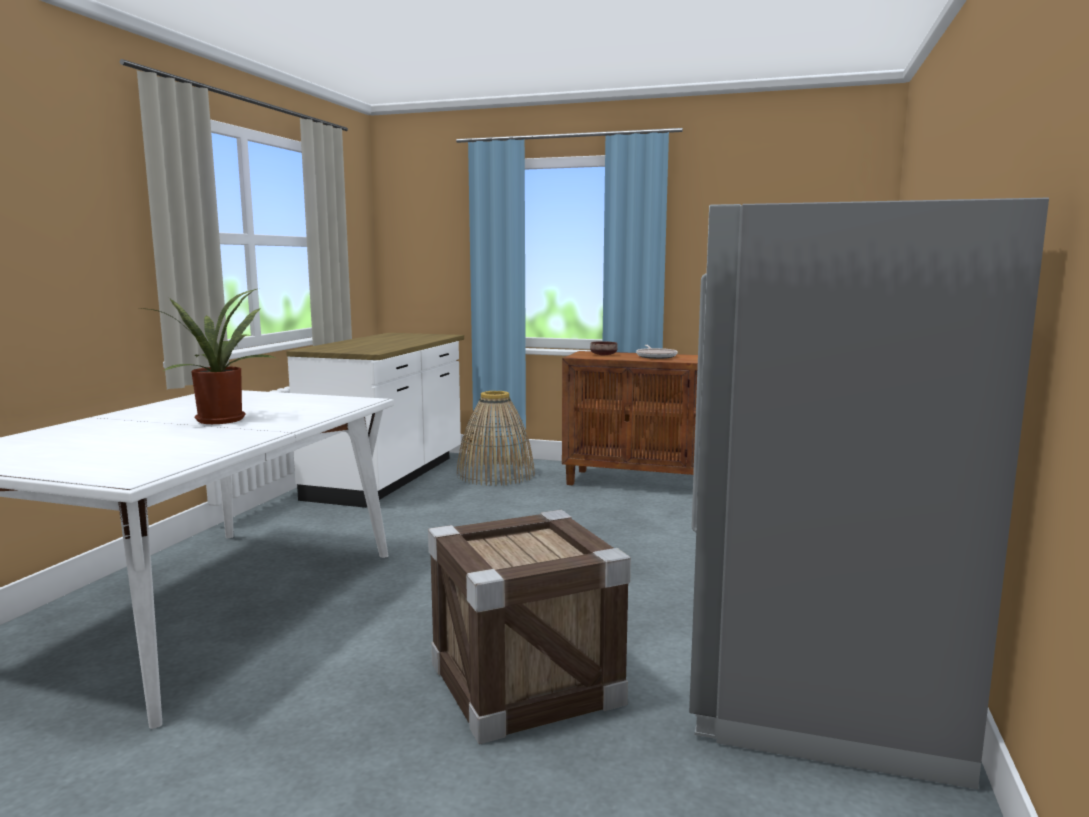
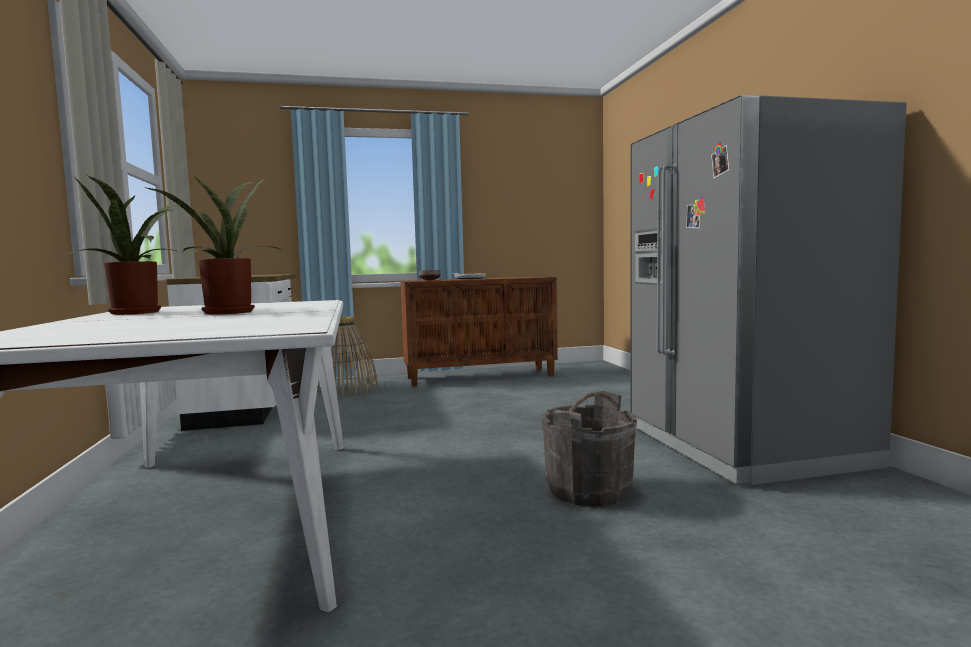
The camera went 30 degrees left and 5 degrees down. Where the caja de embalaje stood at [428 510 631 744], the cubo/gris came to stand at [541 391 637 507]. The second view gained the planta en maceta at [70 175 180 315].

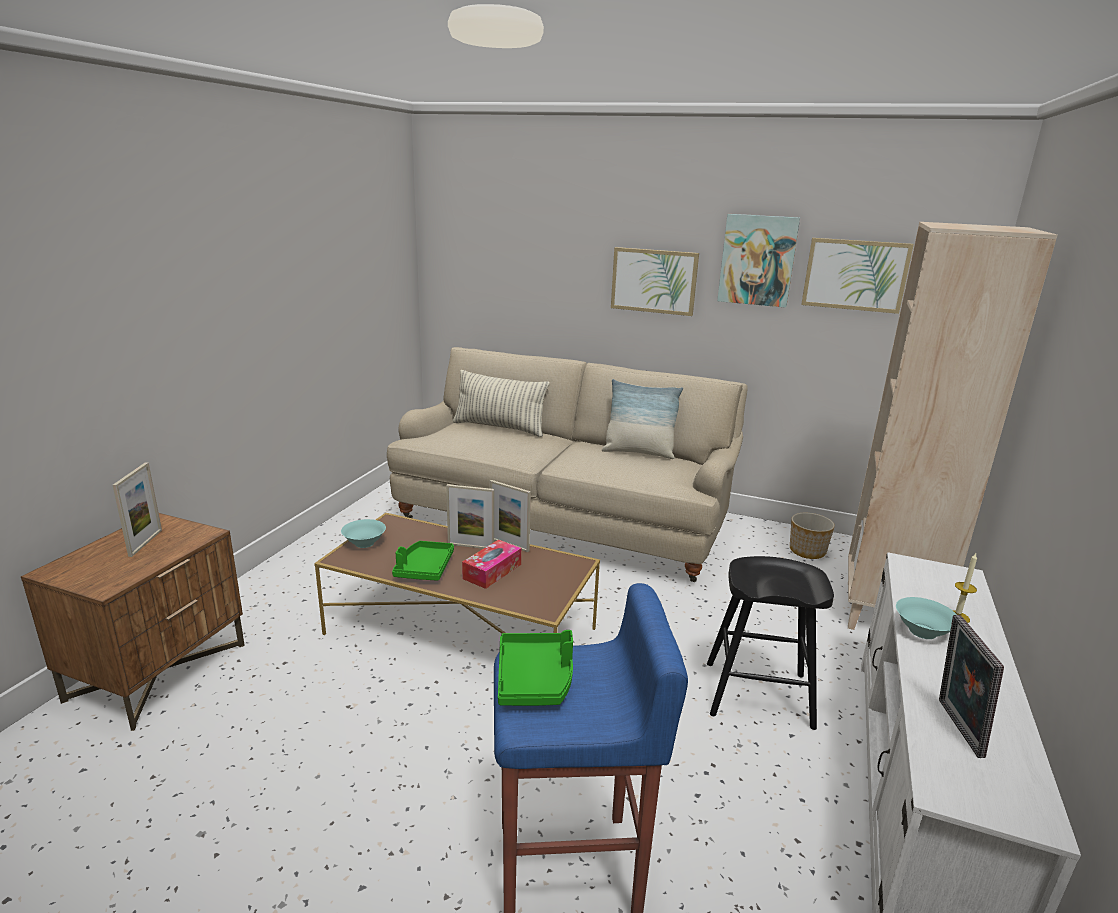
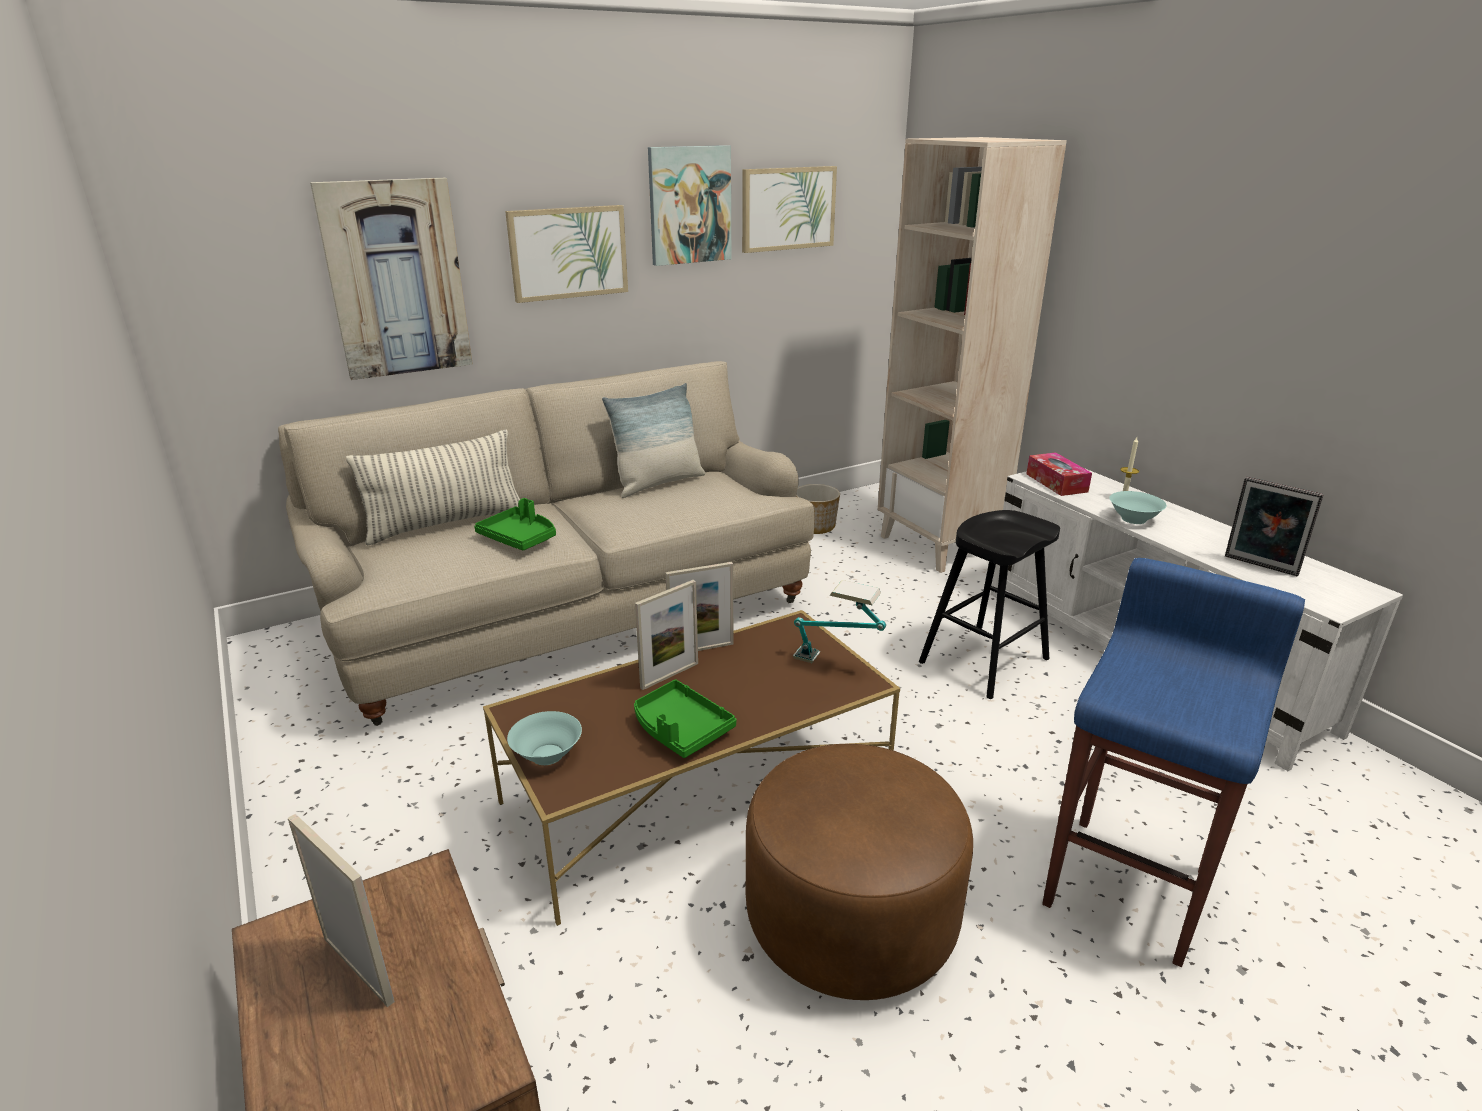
The camera went 50 degrees left and 5 degrees up. The caja de pañuelos ended up elsewhere, having gone from [462 540 521 589] to [1026 452 1092 496]. The bandeja/verde ended up elsewhere, having gone from [498 630 573 706] to [474 498 556 550]. The second view gained the cuadro at [310 178 473 380]. The second view gained the lámpara de mesa at [793 580 886 663]. The second view gained the puf/marrón at [746 744 973 1000].

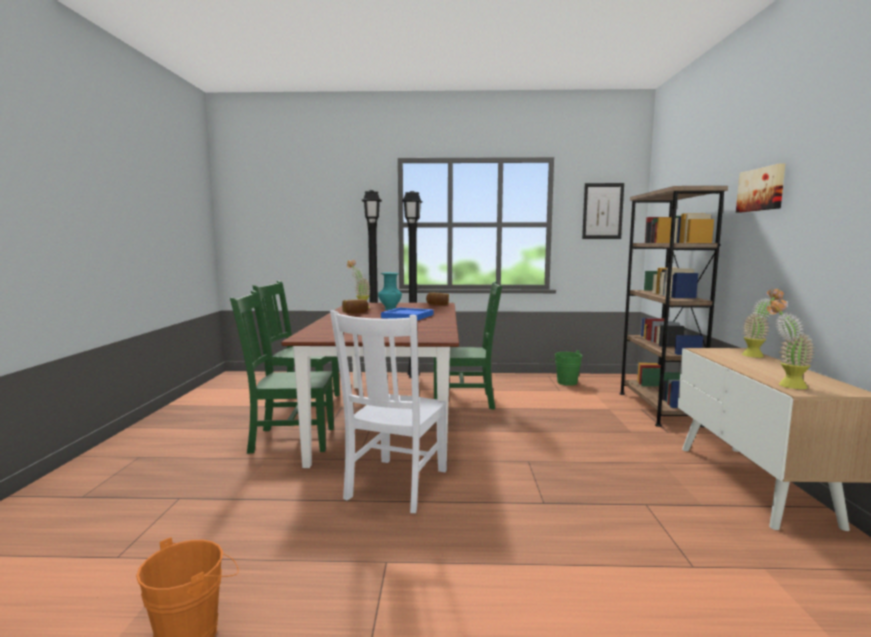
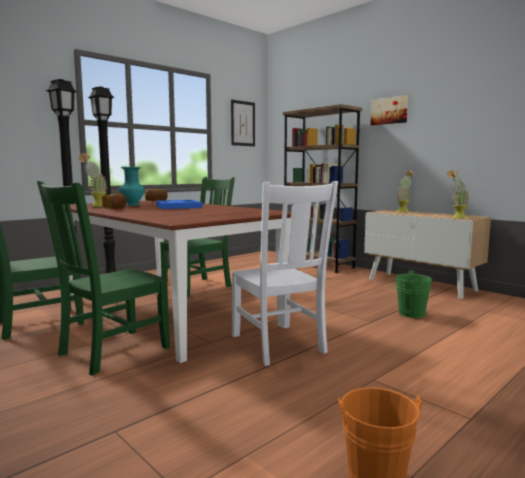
The camera went 45 degrees left and 0 degrees up. The cubo/verde ended up elsewhere, having gone from [550 350 582 386] to [389 271 432 318].

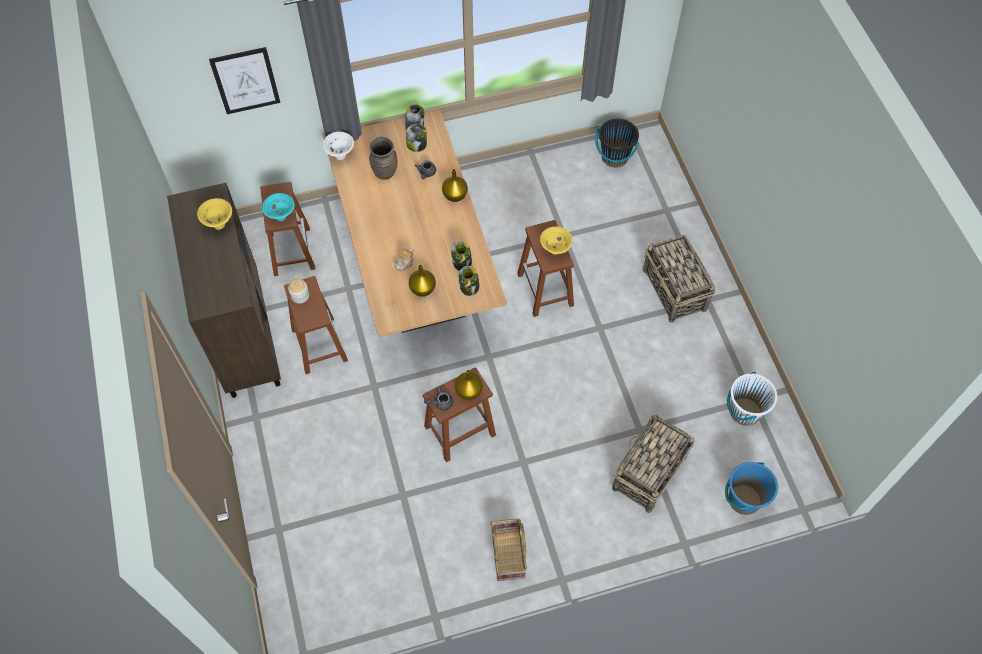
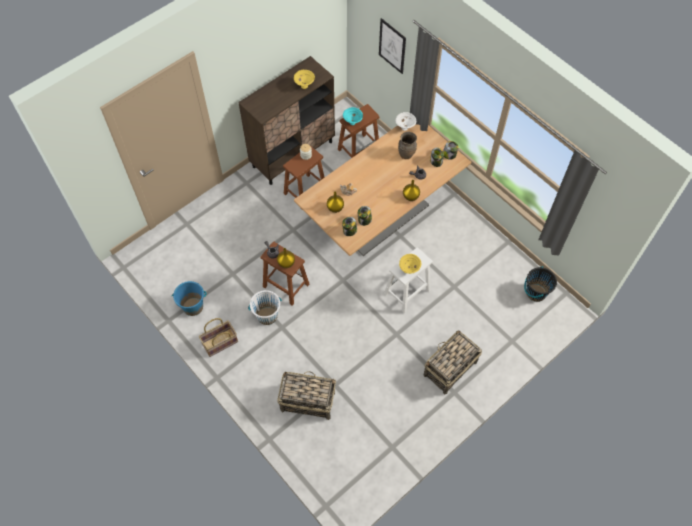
The camera went 65 degrees right and 0 degrees up. What was the taburete/marrón at [517 220 574 317] turned into the taburete/blanco at [384 247 433 313]. The cubo/blanco ended up elsewhere, having gone from [727 372 777 426] to [248 290 282 325]. The cubo/azul ended up elsewhere, having gone from [725 462 778 515] to [172 281 207 316].

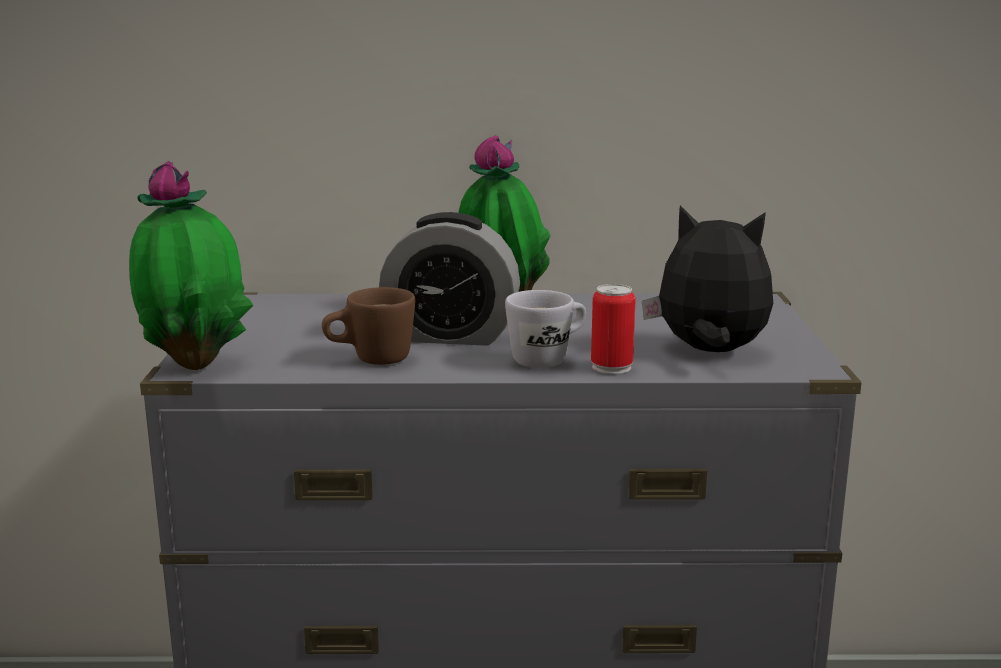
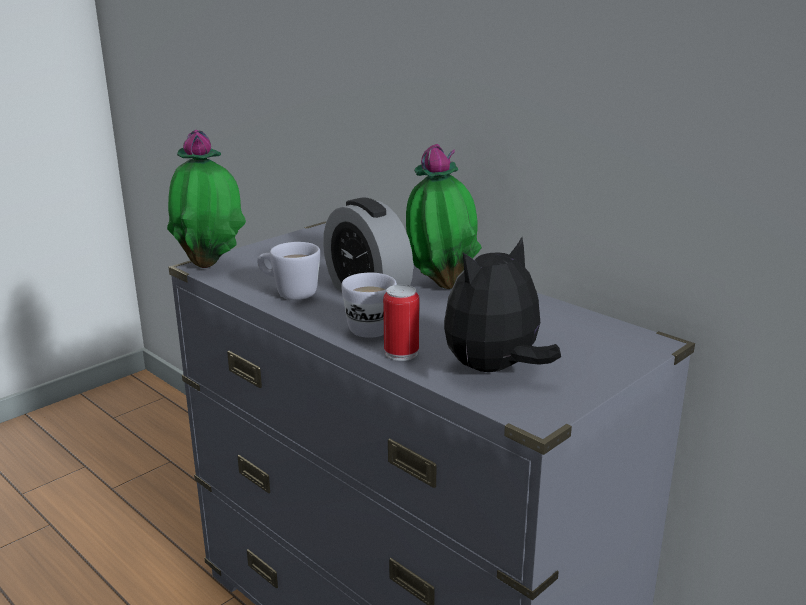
The camera went 45 degrees right and 5 degrees up. The peluche at [642 205 773 352] ended up facing another way, 105 degrees counterclockwise from before. What was the taza grande/marrón at [322 287 415 365] turned into the taza grande/blanco at [257 242 320 300].

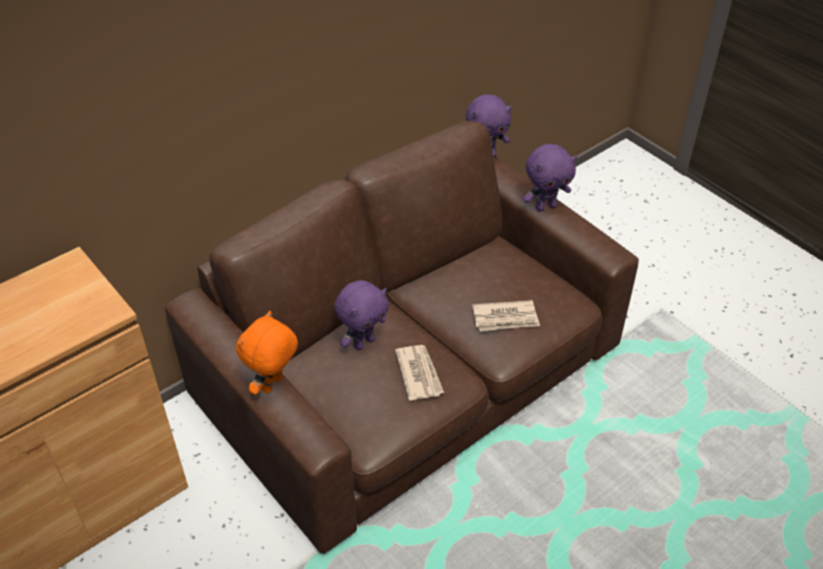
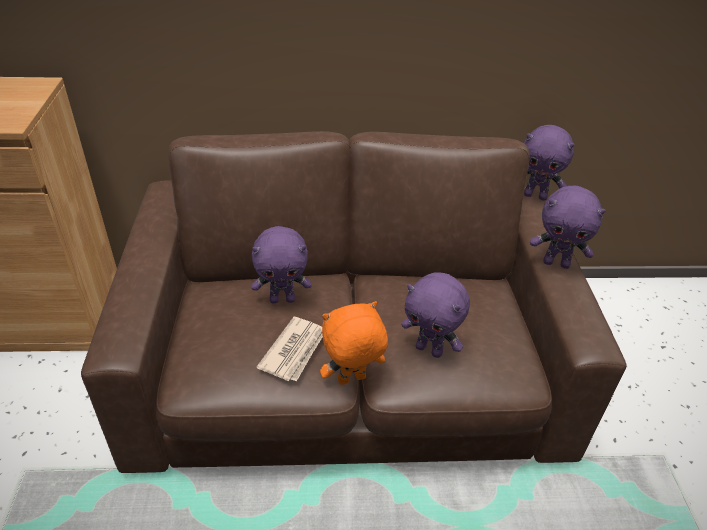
The camera went 35 degrees right and 5 degrees down. Where the periódico stood at [472 300 540 331], the peluche/morado came to stand at [401 272 470 358]. The peluche/naranja ended up elsewhere, having gone from [236 311 298 395] to [320 301 388 385].

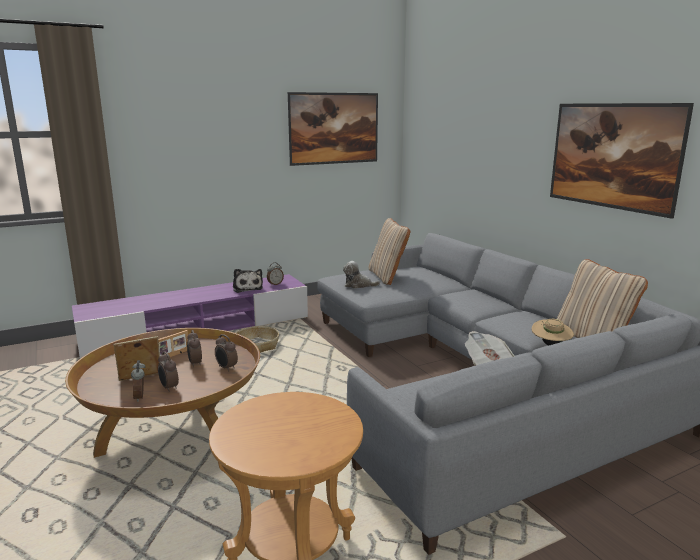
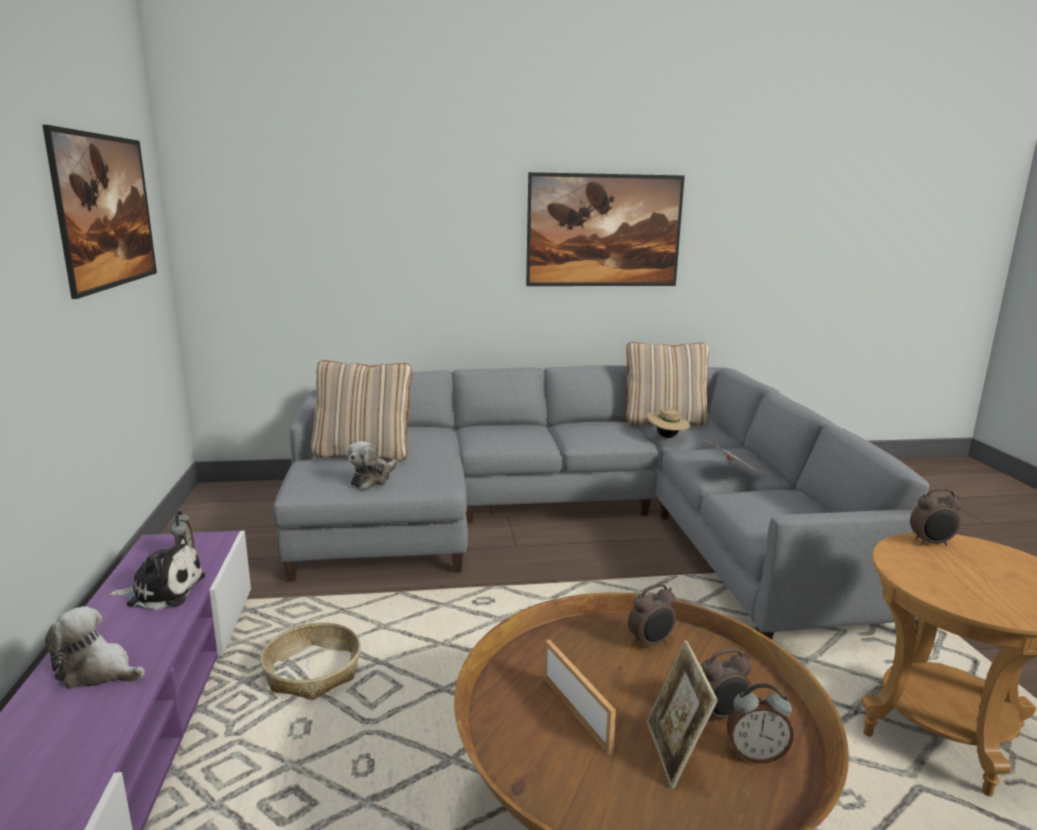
The camera went 70 degrees left and 0 degrees up. The despertador ended up elsewhere, having gone from [187 330 202 367] to [910 488 962 546]. The second view gained the peluche at [45 606 145 689].

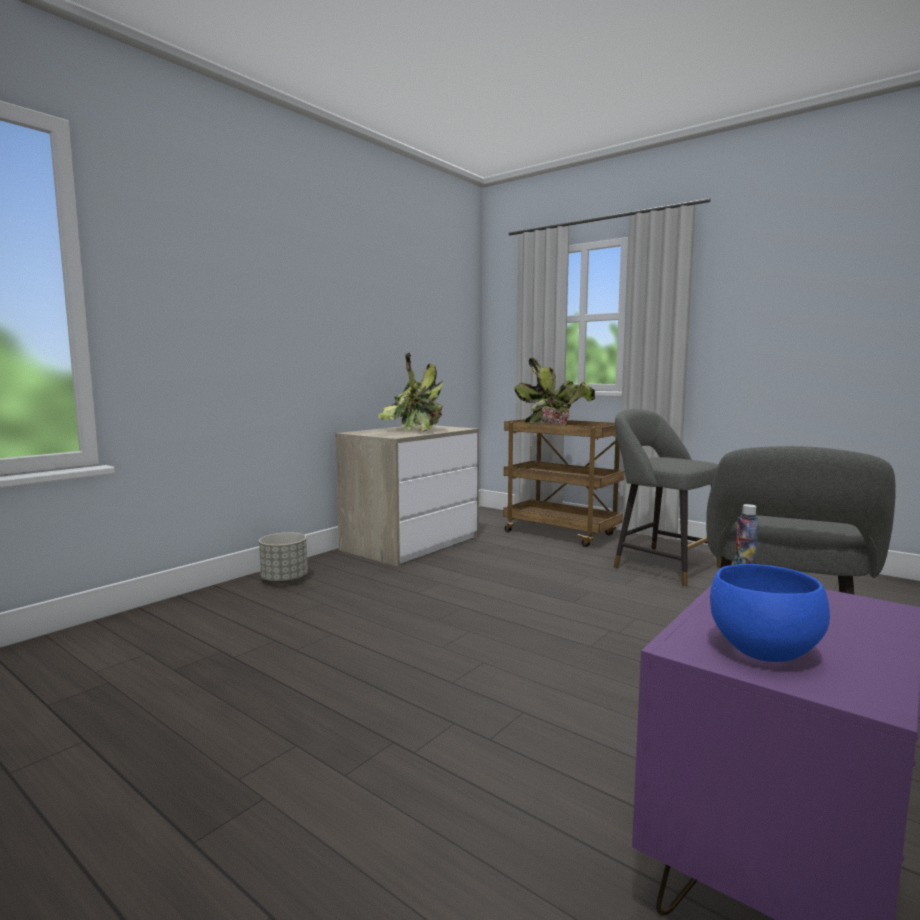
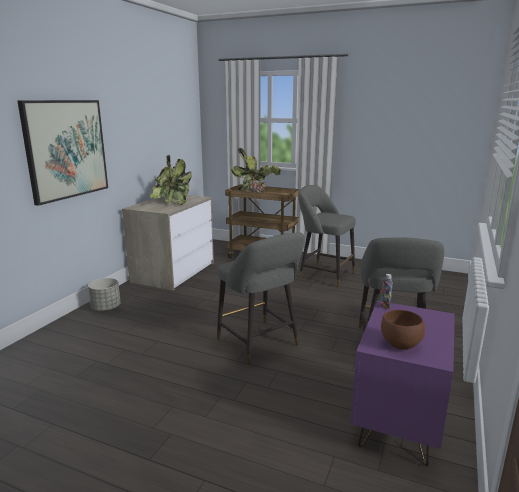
The camera went 15 degrees left and 10 degrees up. What was the cuenco/azul at [710 564 830 662] turned into the cuenco/marrón at [381 310 425 350]. The second view gained the cuadro at [17 100 108 206]. The second view gained the taburete/gris at [217 232 305 366].

